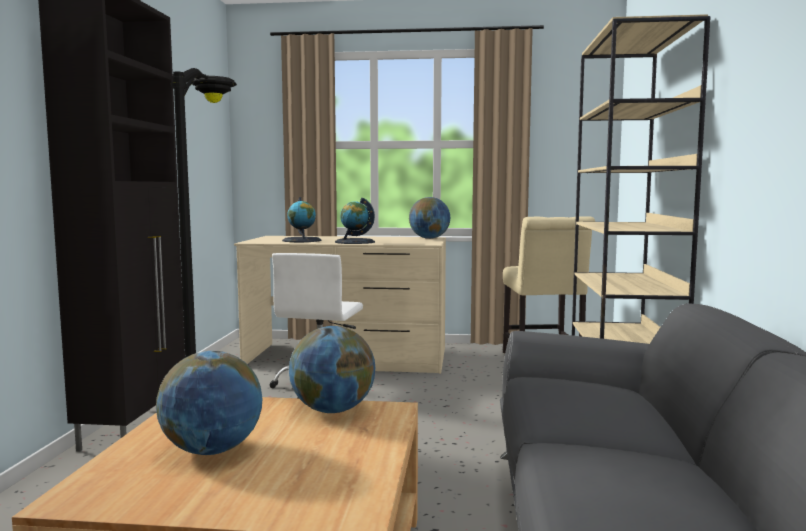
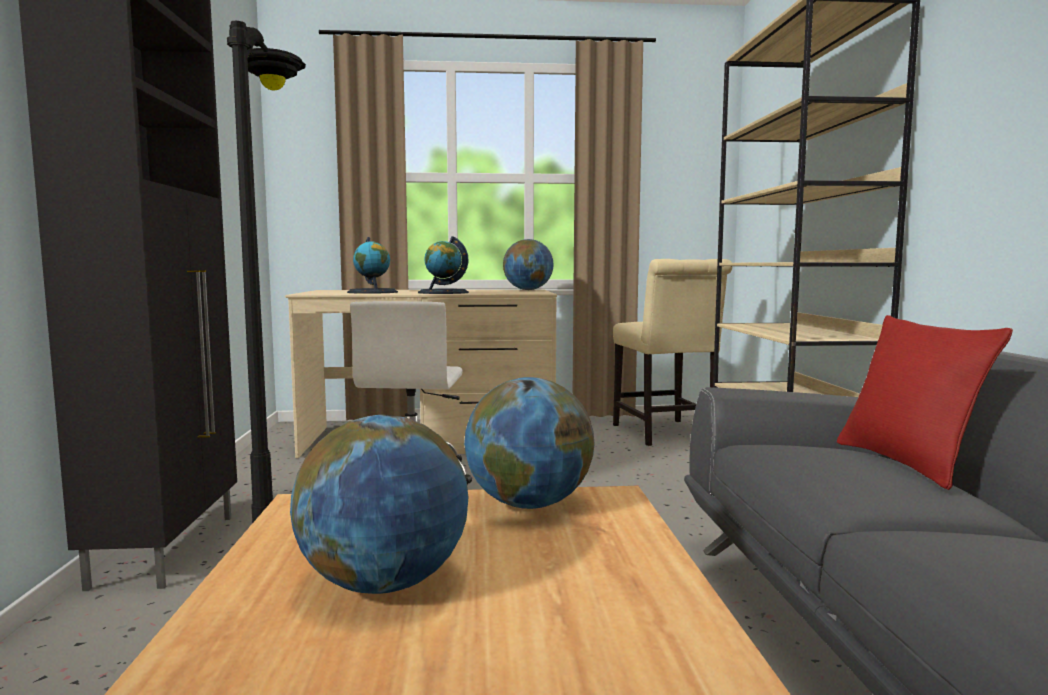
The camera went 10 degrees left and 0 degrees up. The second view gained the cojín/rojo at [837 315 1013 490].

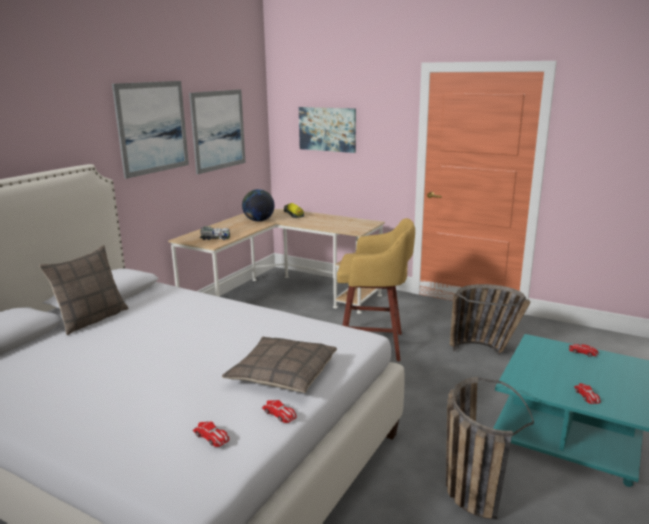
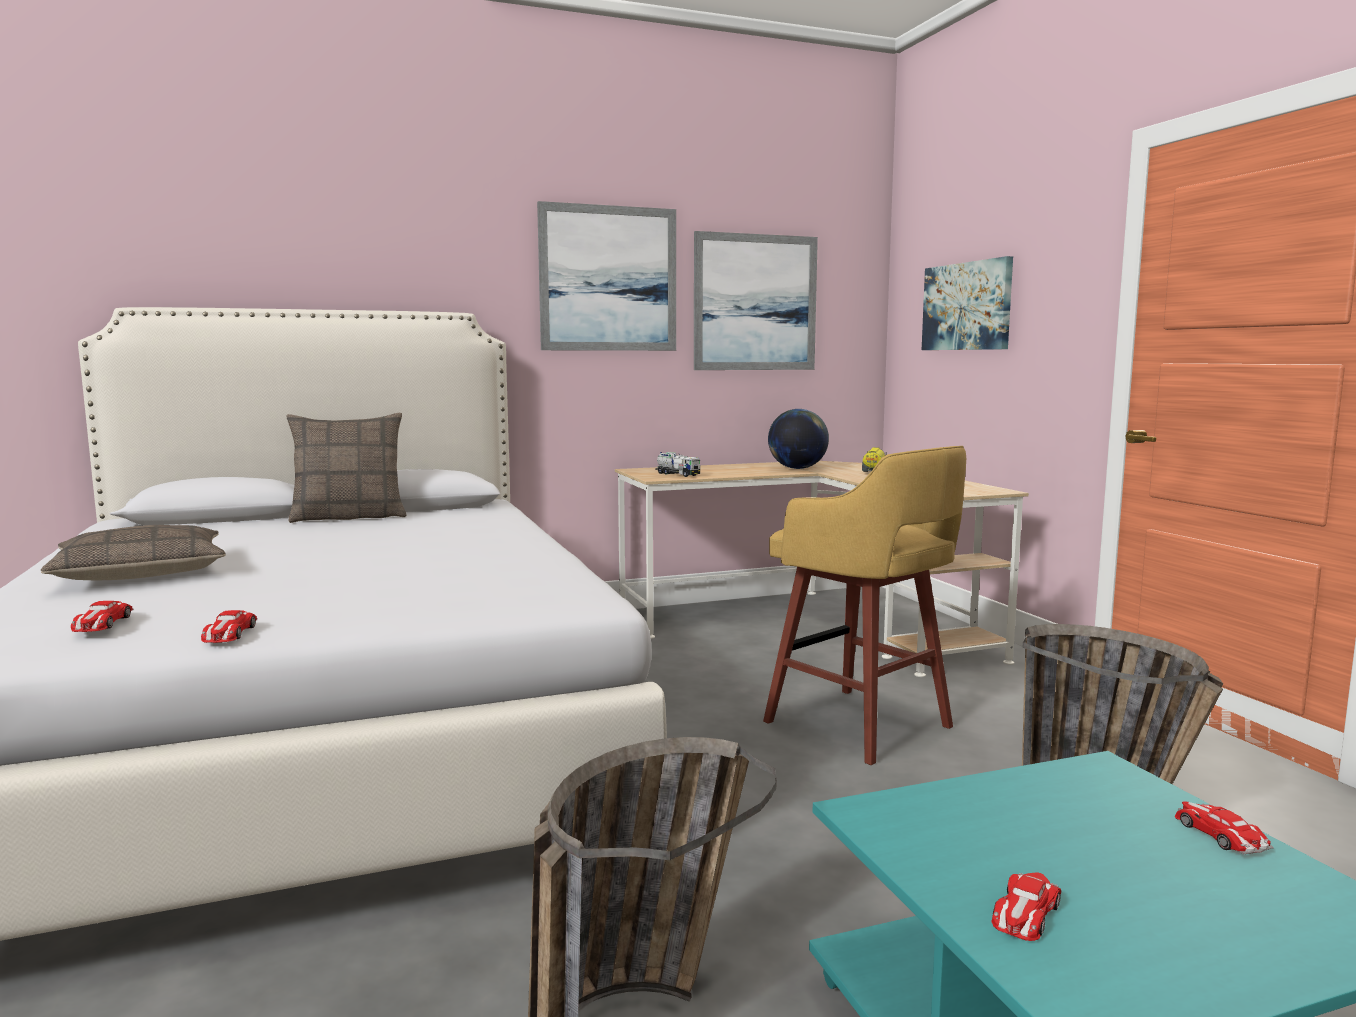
The camera went 40 degrees right and 10 degrees down. The cojín ended up elsewhere, having gone from [222 337 337 393] to [41 525 226 580].

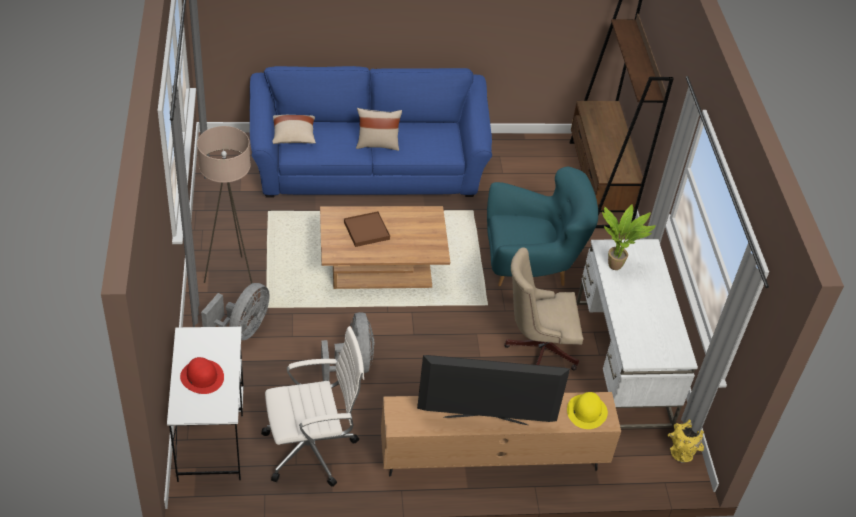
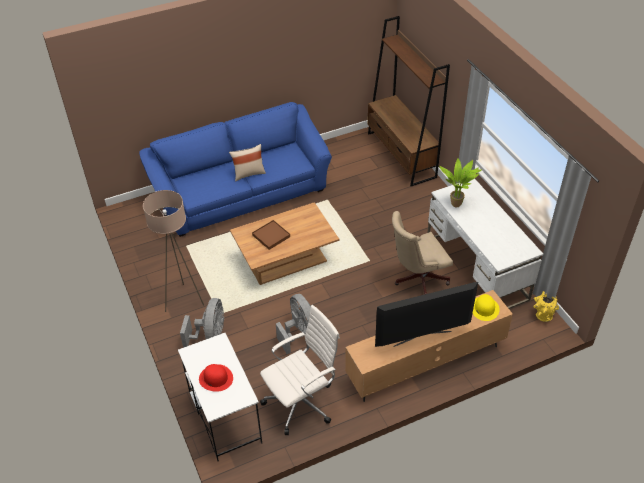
The camera went 15 degrees left and 0 degrees up. The second view lost the cojín/beis at [273 115 316 144]. The second view lost the sillón/turquesa at [487 167 598 286].

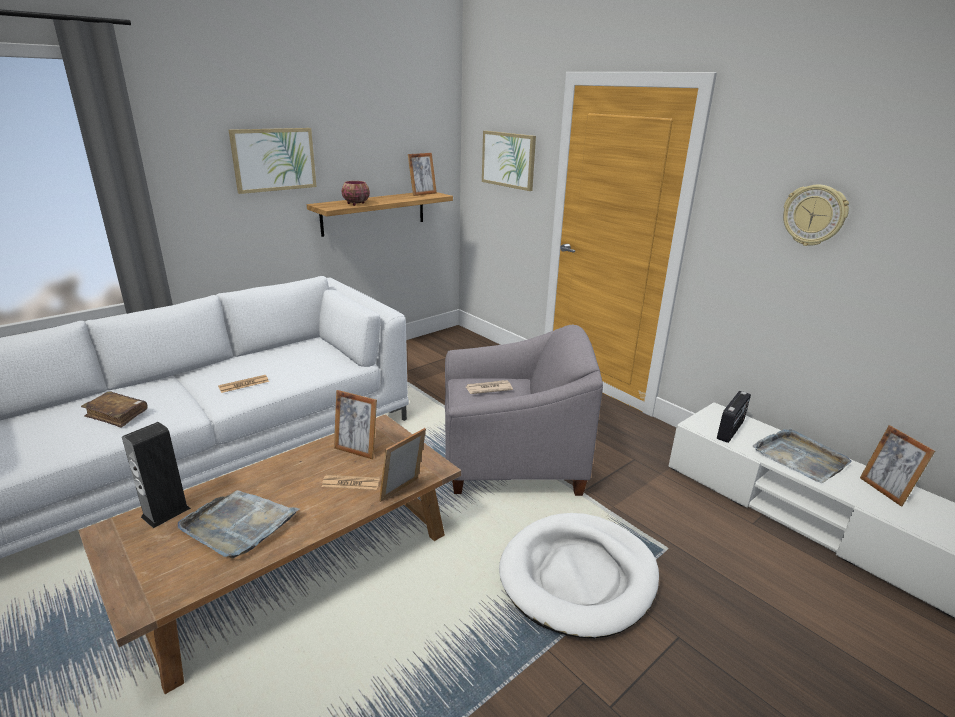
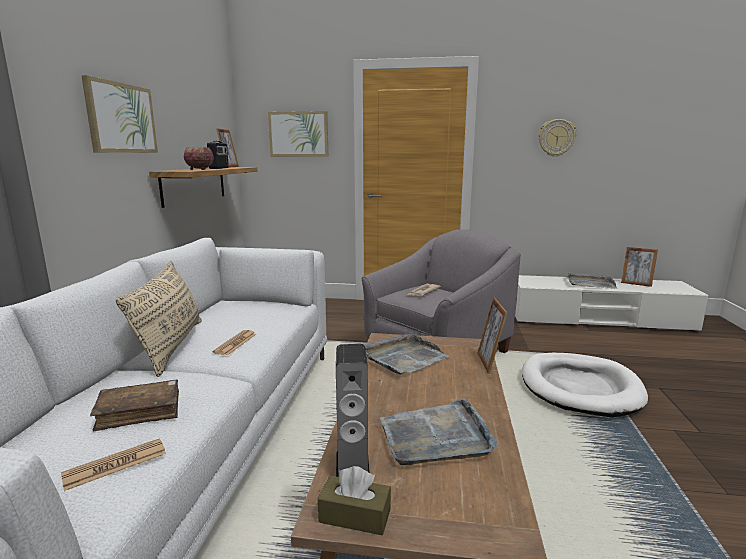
The camera went 40 degrees left and 10 degrees down. Where the portarretratos stood at [334 390 377 459], the bandeja/gris came to stand at [364 334 449 375]. The radio ended up elsewhere, having gone from [717 391 751 443] to [207 141 229 169]. The periódico ended up elsewhere, having gone from [322 475 380 490] to [61 439 166 491]. The second view gained the cojín/beis at [116 261 202 377]. The second view gained the caja de pañuelos/marrón at [318 466 391 535].

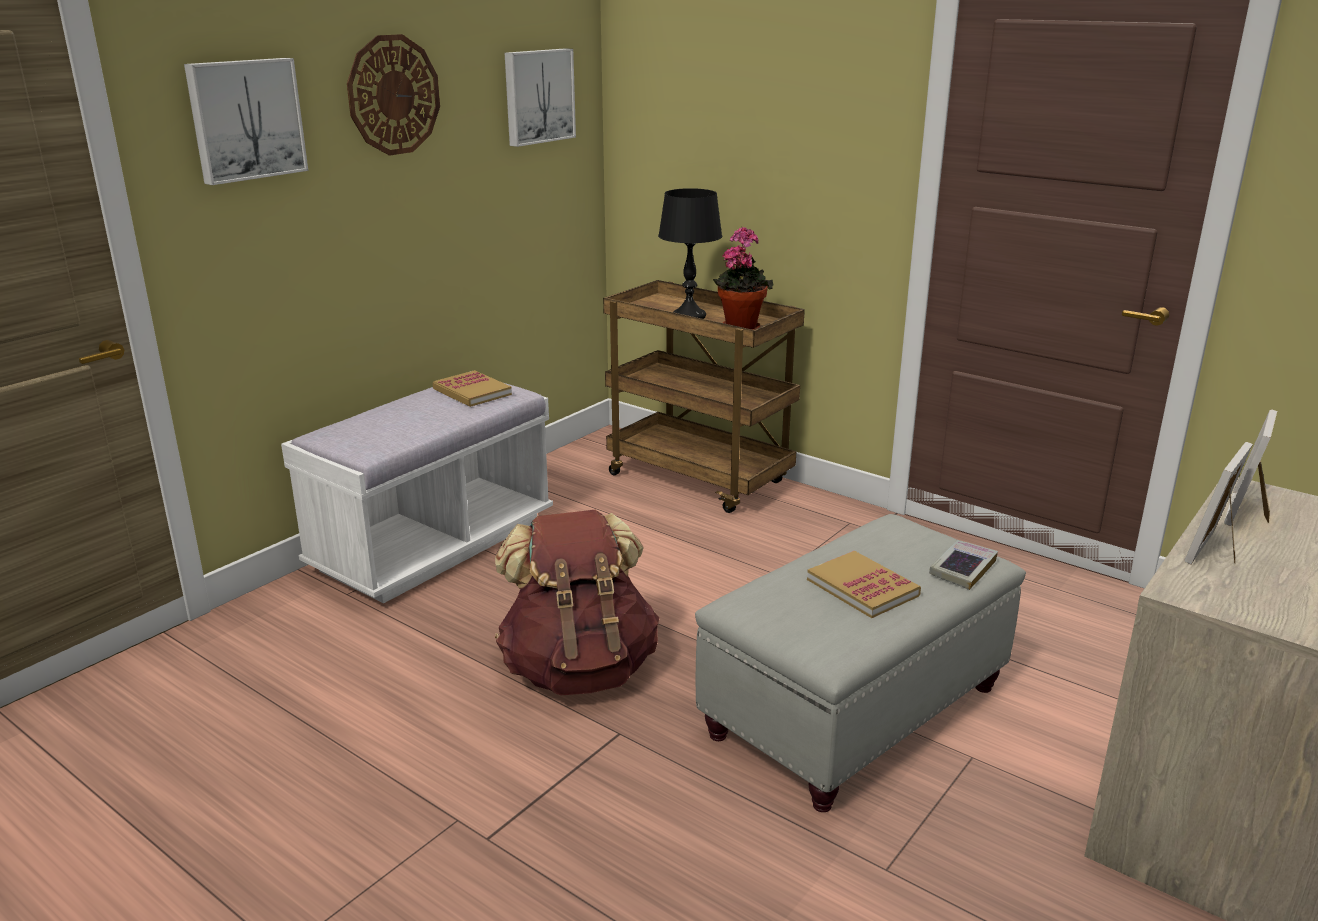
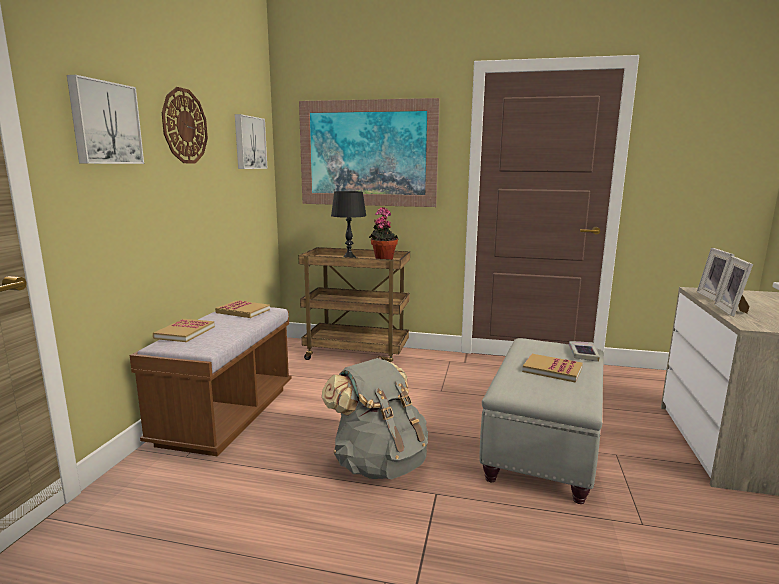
The camera went 25 degrees left and 10 degrees down. What was the banco/blanco at [281 383 553 604] turned into the banco/marrón at [130 307 292 457]. What was the mochila/marrón at [495 510 660 695] turned into the mochila/gris at [322 358 428 479]. The second view gained the cuadro at [299 98 440 207]. The second view gained the libro at [153 319 215 342].

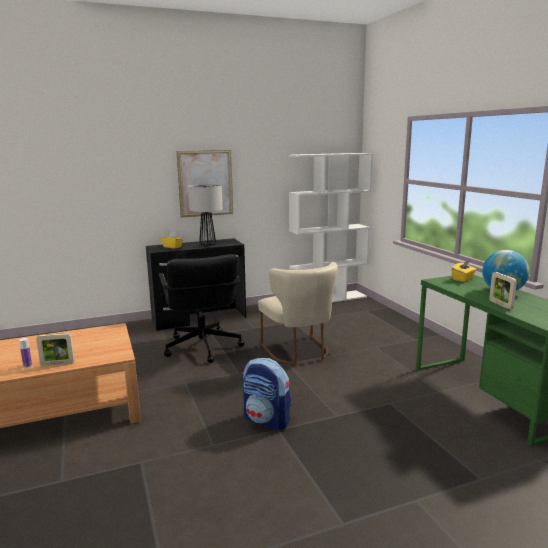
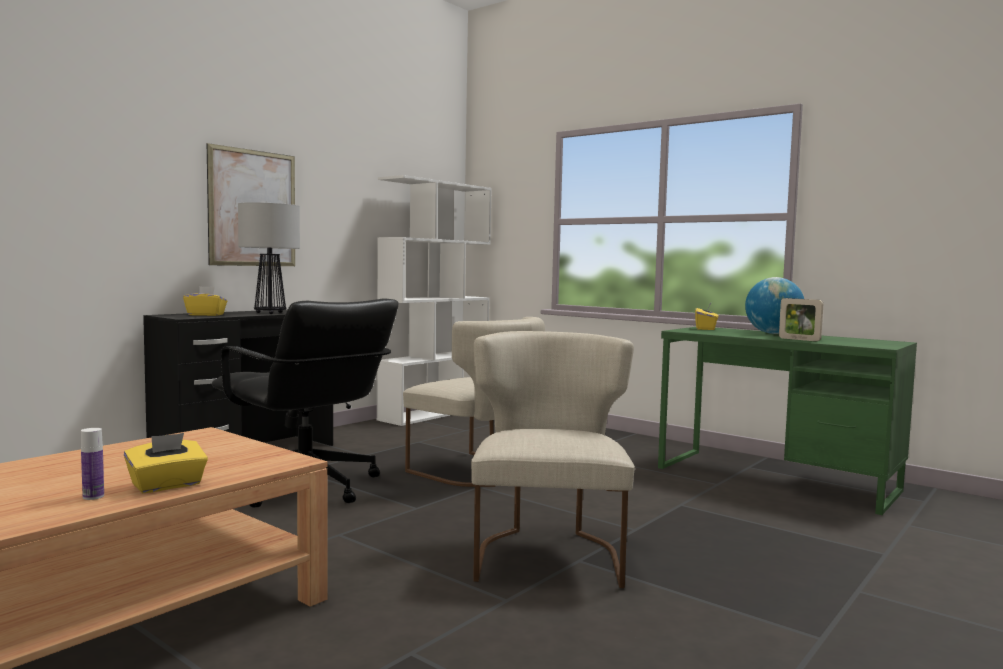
The camera went 30 degrees left and 10 degrees down. Where the portarretratos stood at [36 333 74 366], the caja de pañuelos/amarillo came to stand at [124 433 208 493]. Where the mochila stood at [243 358 291 431], the silla/beis came to stand at [471 331 635 588].

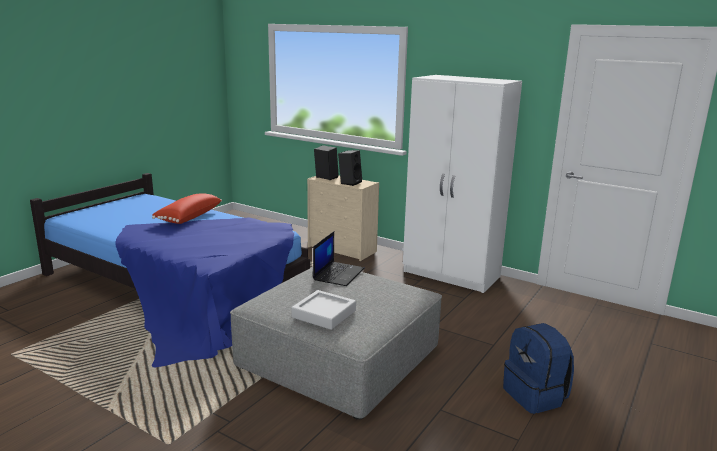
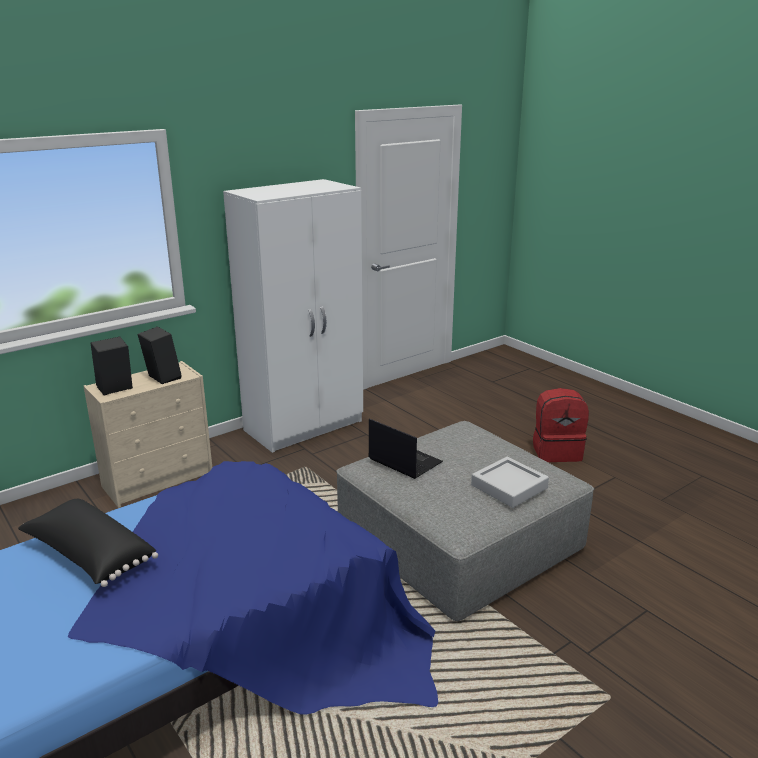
The camera went 70 degrees left and 5 degrees up. What was the cojín/rojo at [152 194 222 224] turned into the cojín/negro at [18 499 158 587]. What was the mochila/azul at [503 323 574 414] turned into the mochila/rojo at [533 388 589 462].

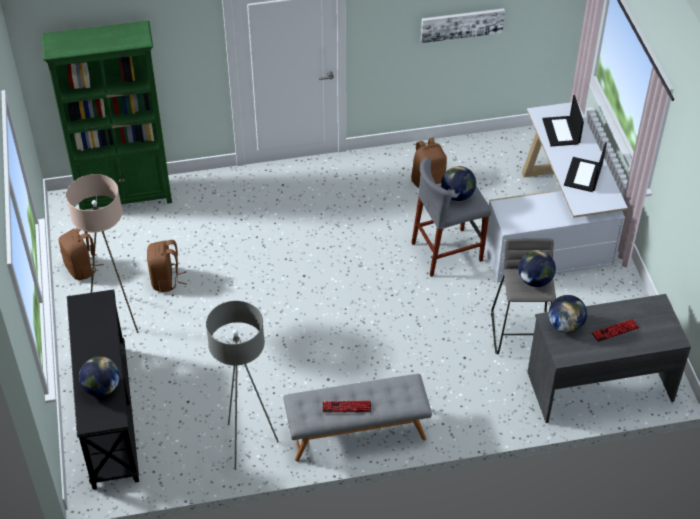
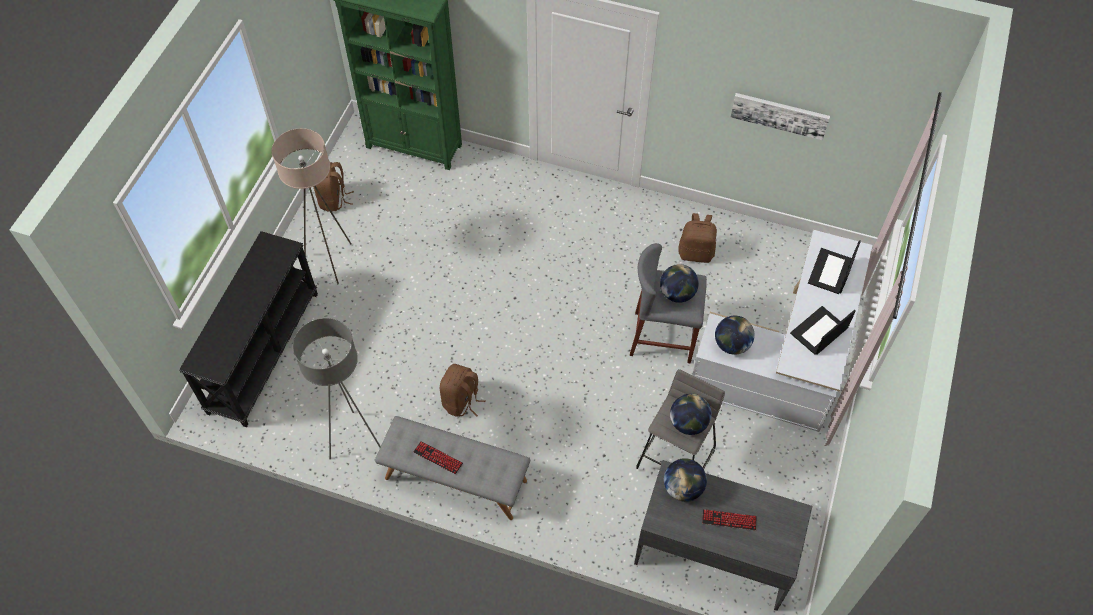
The camera went 30 degrees right and 10 degrees up. The mochila/marrón ended up elsewhere, having gone from [147 240 187 292] to [440 364 486 417]. The globo terráqueo ended up elsewhere, having gone from [79 356 120 397] to [715 316 755 355].

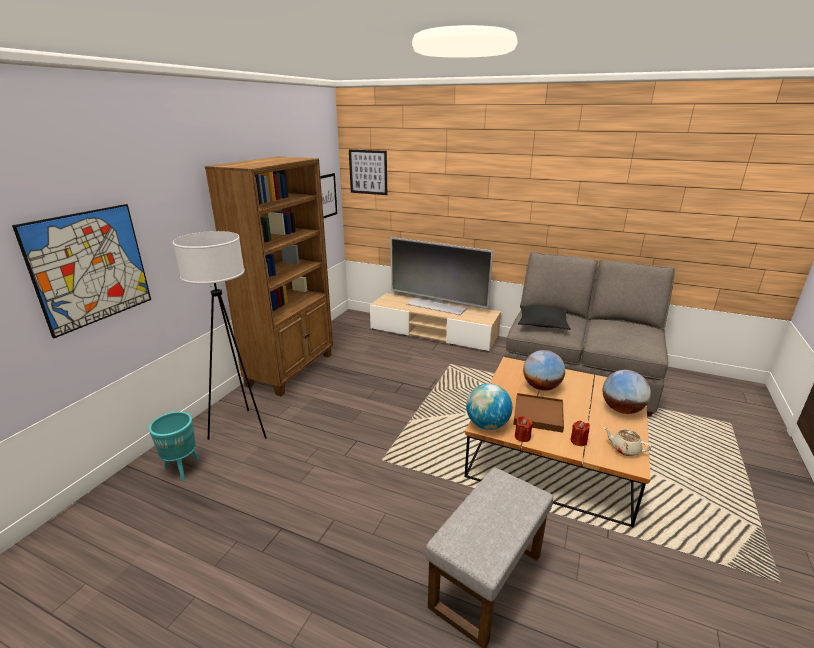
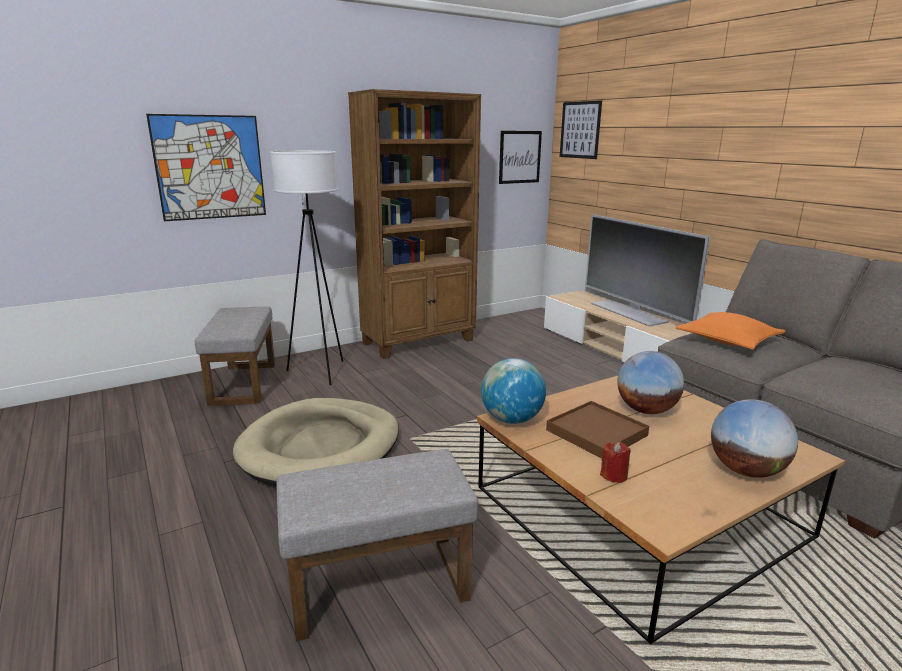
The camera went 35 degrees right and 5 degrees down. What was the cojín/negro at [518 305 570 330] turned into the cojín/naranja at [675 312 786 350]. Where the maceta/turquesa stood at [149 412 199 481], the puf/gris came to stand at [195 306 275 406]. The second view lost the vela/rojo at [515 416 533 442]. The second view lost the tetera/beis at [604 427 652 456]. The second view gained the cama para perro/beis at [233 398 399 486].

